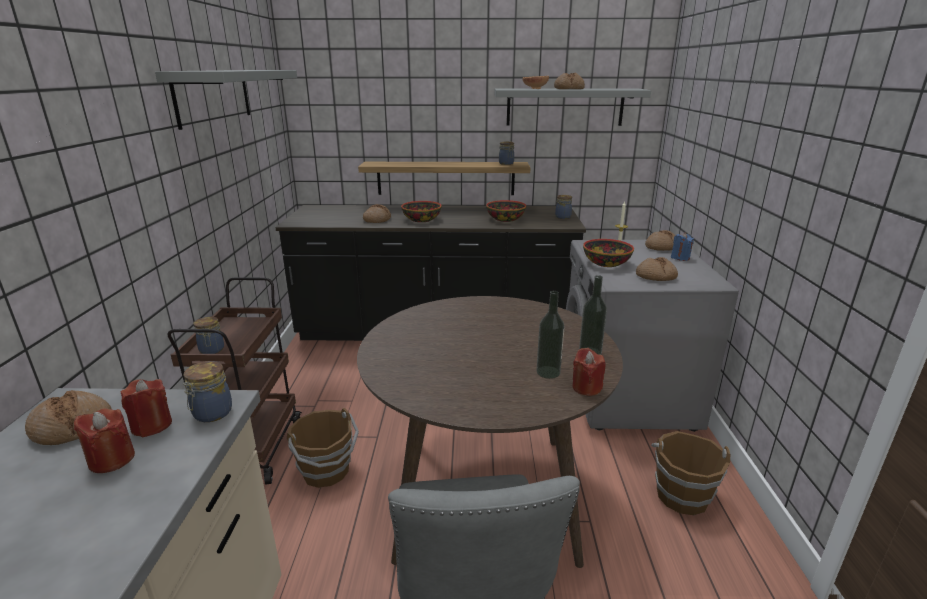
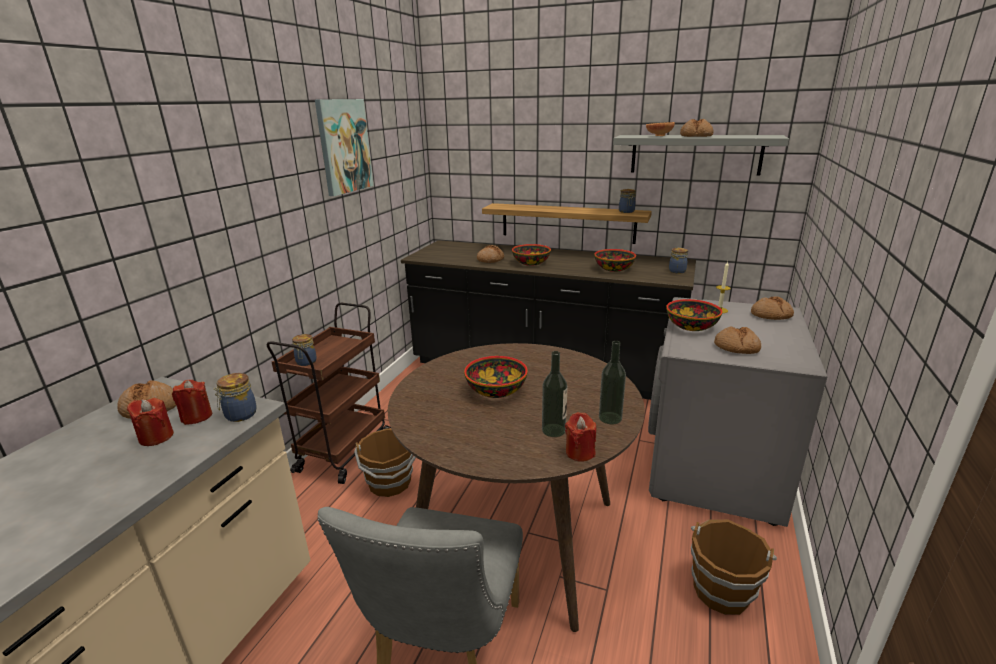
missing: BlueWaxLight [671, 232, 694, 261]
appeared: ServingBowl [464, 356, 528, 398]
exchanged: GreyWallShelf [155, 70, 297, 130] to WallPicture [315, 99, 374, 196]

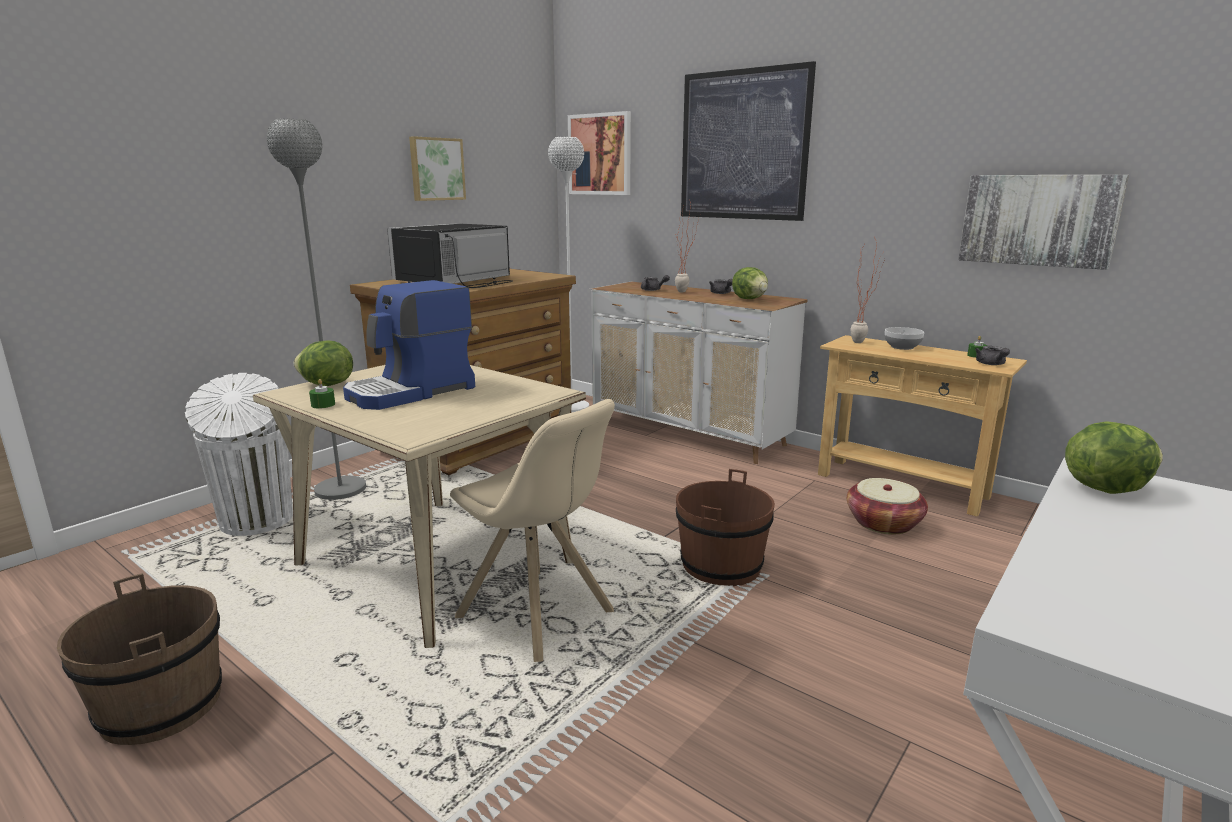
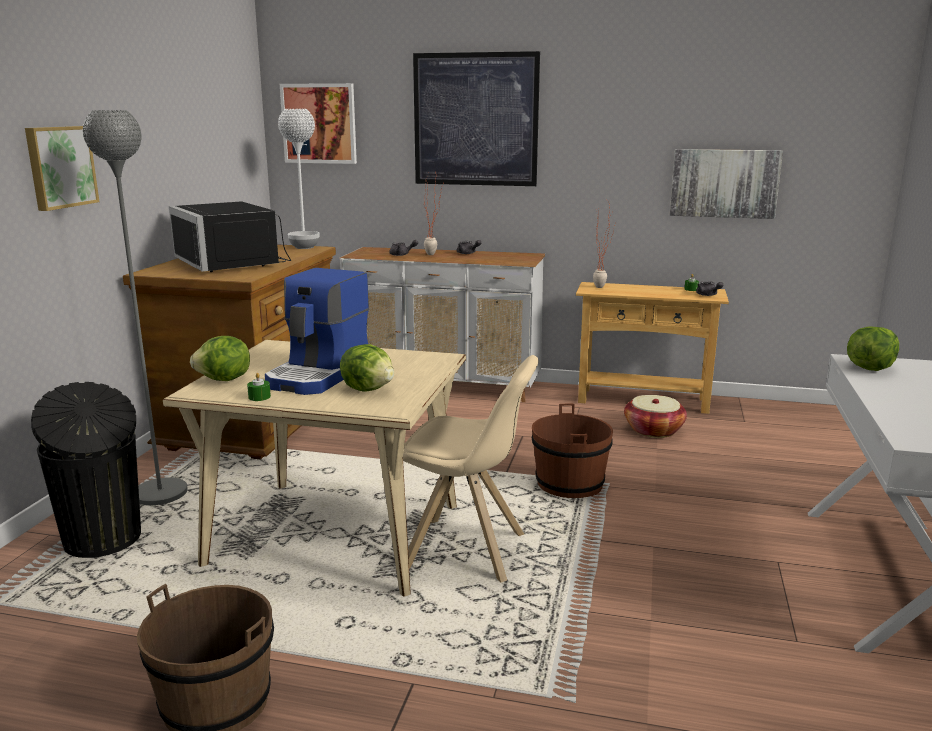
relocated: WallPicture [409, 136, 466, 201] to [25, 126, 99, 211]; ServingBowl [885, 327, 924, 350] to [288, 231, 320, 249]; HeadOfLettuce [732, 267, 768, 299] to [340, 344, 394, 392]
colour: WhitishRubbishBin [185, 373, 293, 536] to BlackRubbishBin [31, 382, 141, 558]
spun: BlackMicrowave [387, 223, 513, 288] = [169, 201, 291, 272] 45 degrees counterclockwise

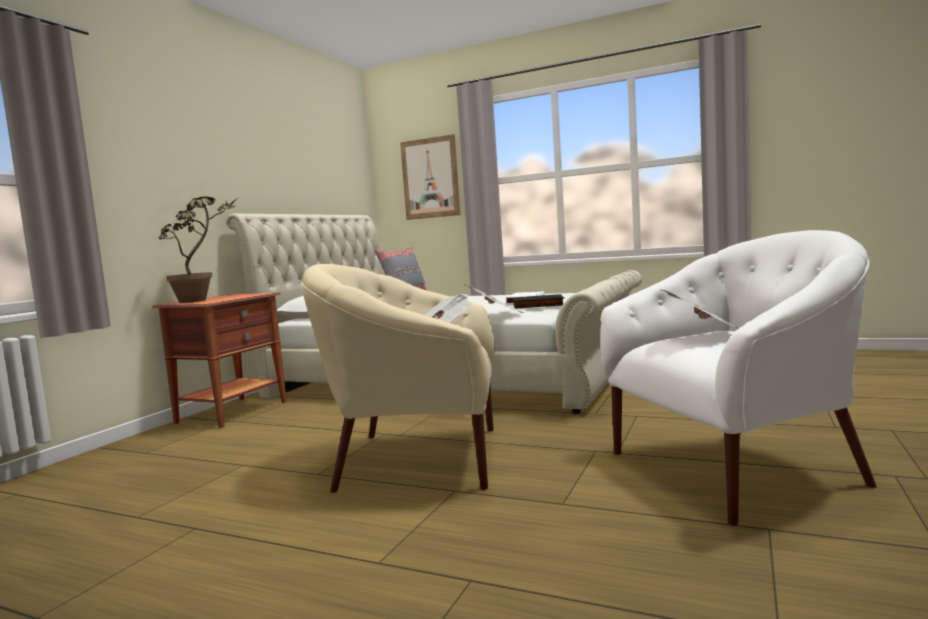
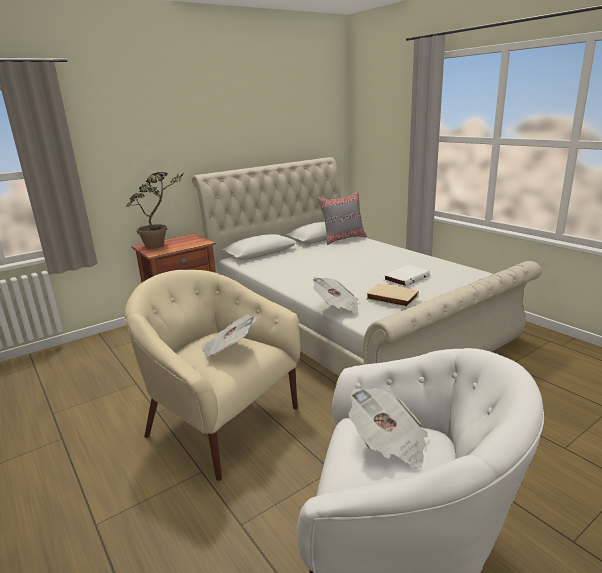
missing: WallPicture [400, 134, 461, 220]
colour: BlackBoundBook [513, 294, 564, 309] to BeigeColouredBoundBook [366, 283, 419, 307]

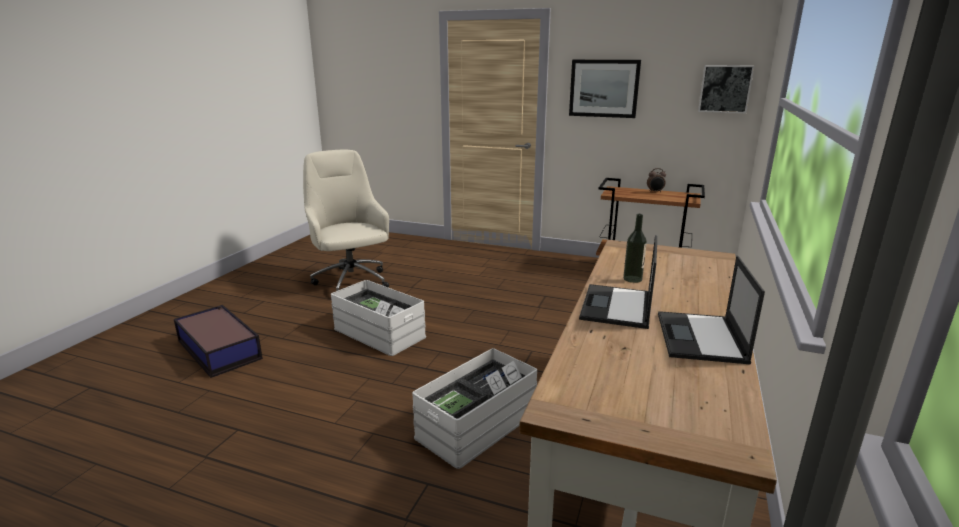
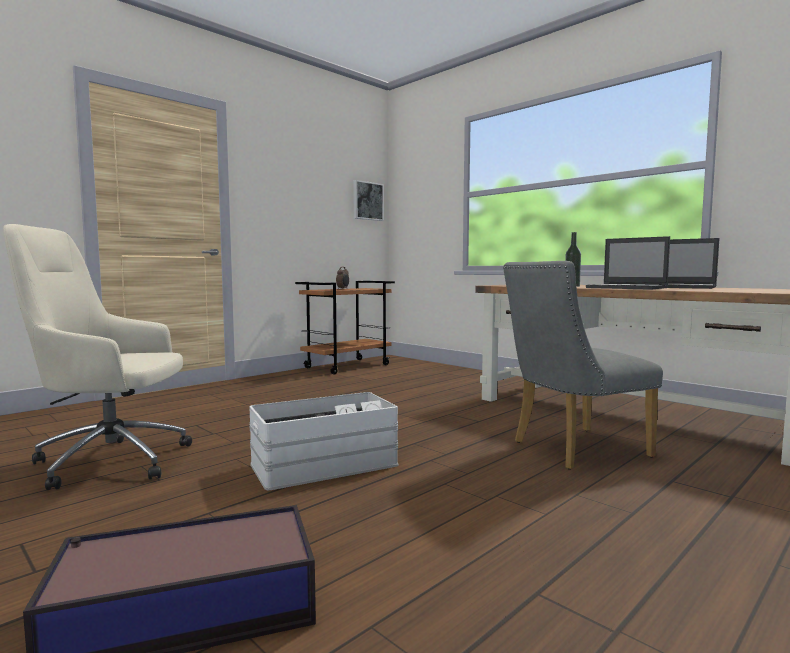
missing: WallPicture [569, 60, 641, 118]
exchanged: WhitishStorageBin [412, 348, 537, 469] to GreyUprightChair [503, 261, 663, 470]

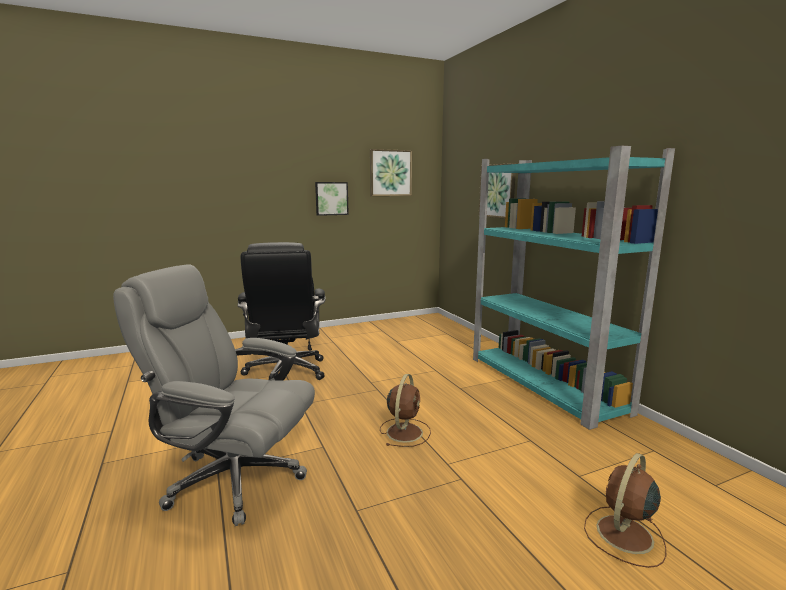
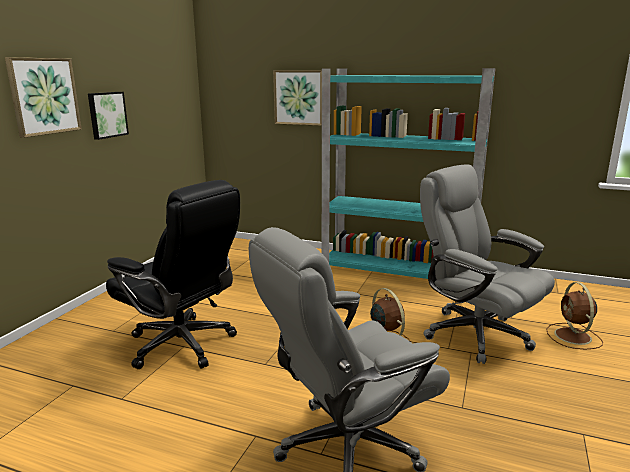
appeared: GreyComputerChair [420, 164, 555, 364]
relocated: WallPicture [370, 149, 412, 196] to [5, 57, 82, 138]

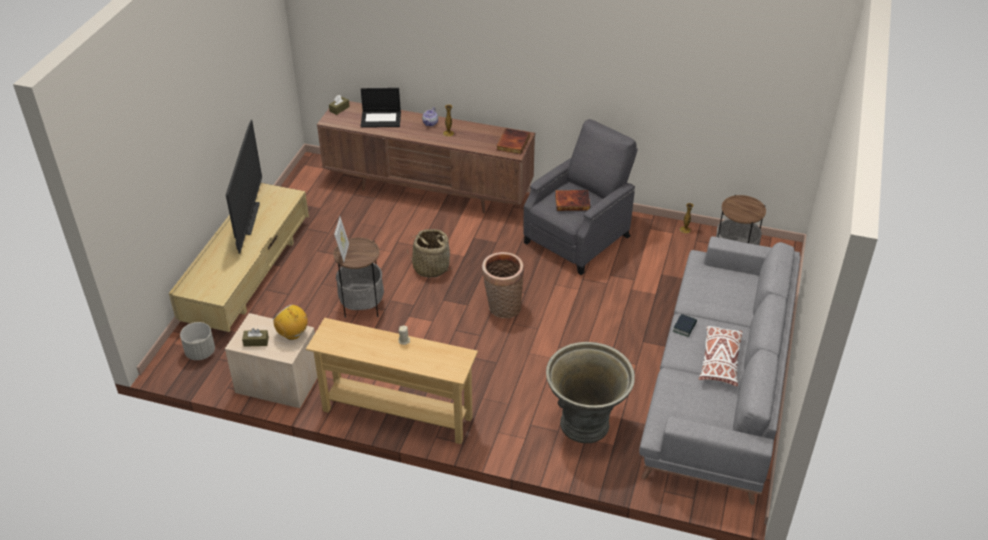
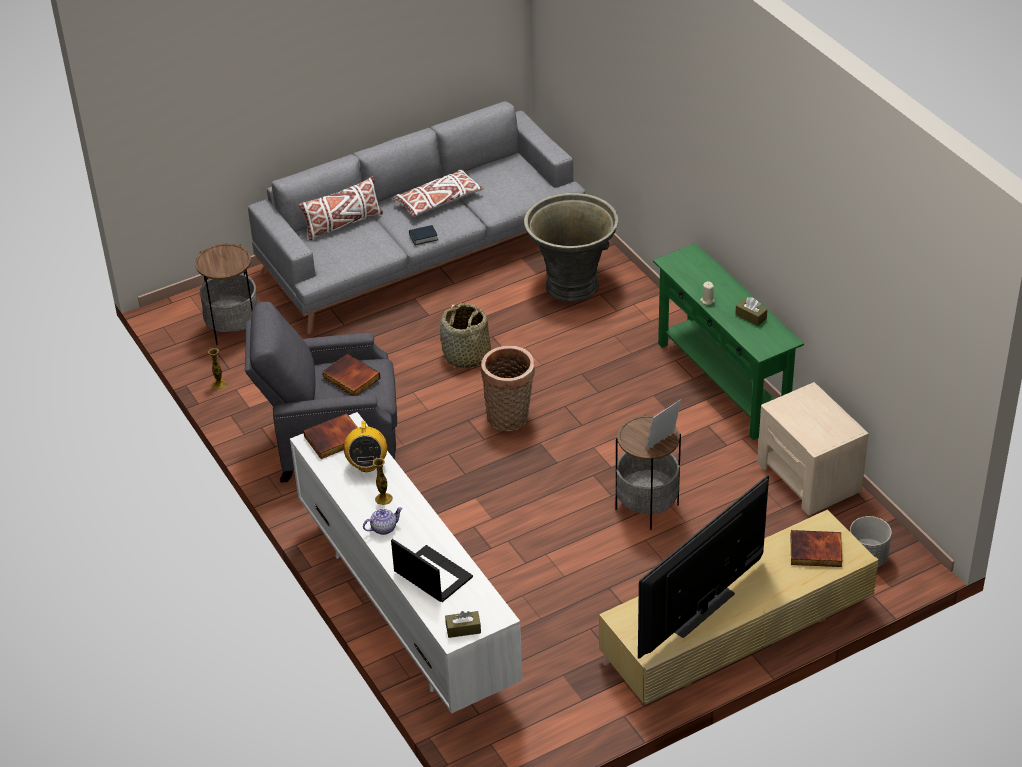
appeared: WhitishThrowPillow [298, 176, 383, 240]; BoundBook [790, 530, 842, 567]
relocated: RadioReceiver [273, 304, 308, 340] to [344, 421, 387, 472]; StorageBasket [407, 229, 450, 277] to [440, 303, 491, 368]; BrownColouredBoxOfTissues [242, 328, 269, 347] to [735, 297, 767, 326]
colour: BrownColouredCabinet [317, 101, 535, 213] to WhitishCabinet [290, 412, 523, 714]; BeigeColouredHallTable [306, 318, 478, 444] to GreenHallTable [653, 243, 804, 440]

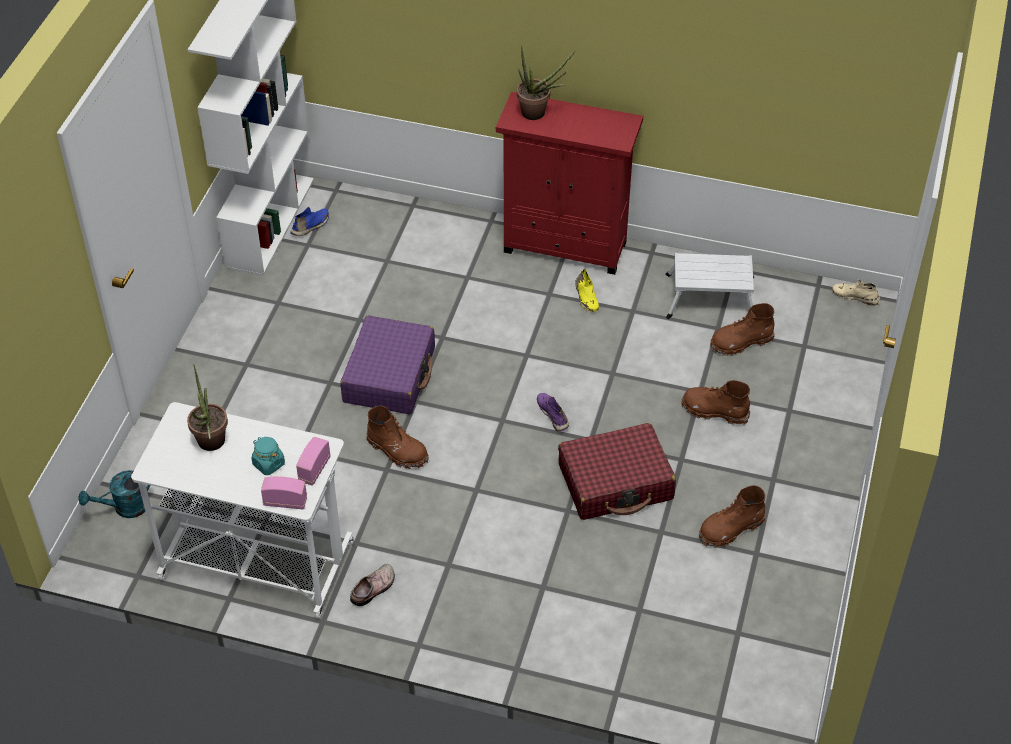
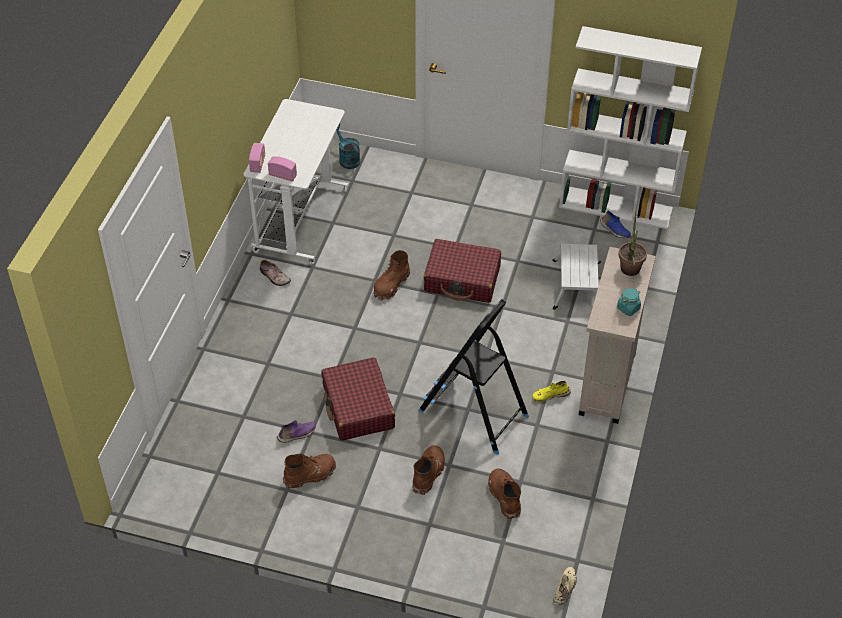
missing: PottedPlant [187, 364, 228, 451]
appeared: BlackStepLadder [418, 299, 529, 455]
relocated: PurpleColouredLowShoe [537, 393, 569, 432] to [277, 420, 315, 443]; WhitishStepLadder [666, 253, 754, 319] to [552, 243, 601, 310]; TurquoiseJar [252, 437, 285, 475] to [617, 288, 641, 316]
colour: PurpleColouredPieceOfLuggage [340, 316, 435, 414] to RedPieceOfLuggage [423, 239, 501, 303]; RedCabinet [496, 92, 643, 275] to BeigeColouredCabinet [578, 247, 656, 424]
spun: BrownColouredBoot [699, 485, 766, 548] = [283, 453, 336, 489] 90 degrees clockwise

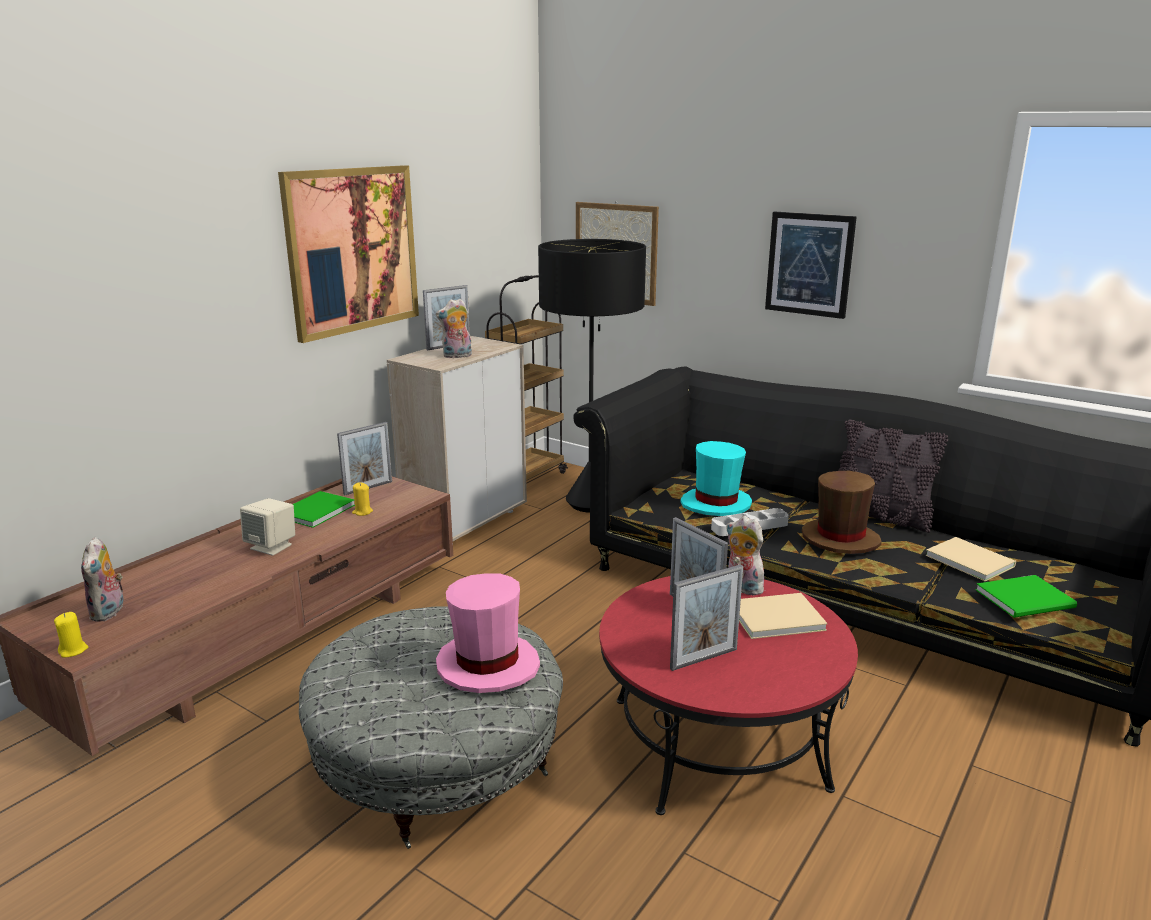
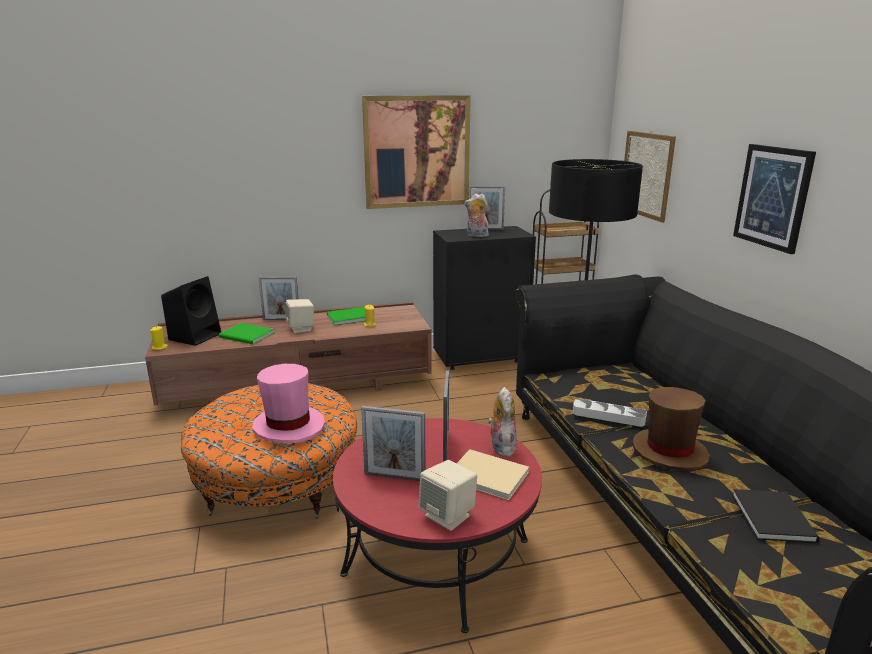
missing: TurquoiseWearableHat [680, 441, 752, 516]; BlackThrowPillow [839, 419, 948, 533]
appeared: BeigeColouredLoudspeaker [419, 460, 477, 531]
relocated: GreenBoundBook [976, 575, 1077, 618] to [219, 323, 274, 344]; PhotoFrame [337, 422, 392, 495] to [259, 277, 299, 320]
exchanged: CuddlyToy [81, 537, 124, 622] to BlackLoudspeaker [161, 276, 221, 346]
colour: GreyPouffe [299, 606, 563, 849] to OrangeyPouffe [181, 383, 357, 519]; BeigeColouredCabinet [387, 336, 527, 541] to BlackCabinet [433, 226, 536, 370]; BeigeColouredBoundBook [925, 537, 1016, 581] to BlackBoundBook [732, 489, 820, 543]

